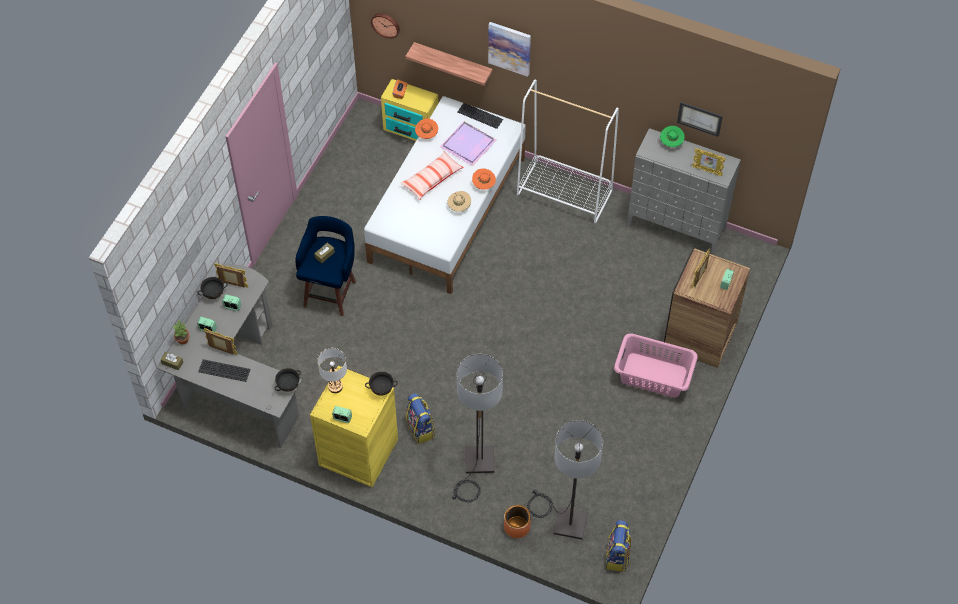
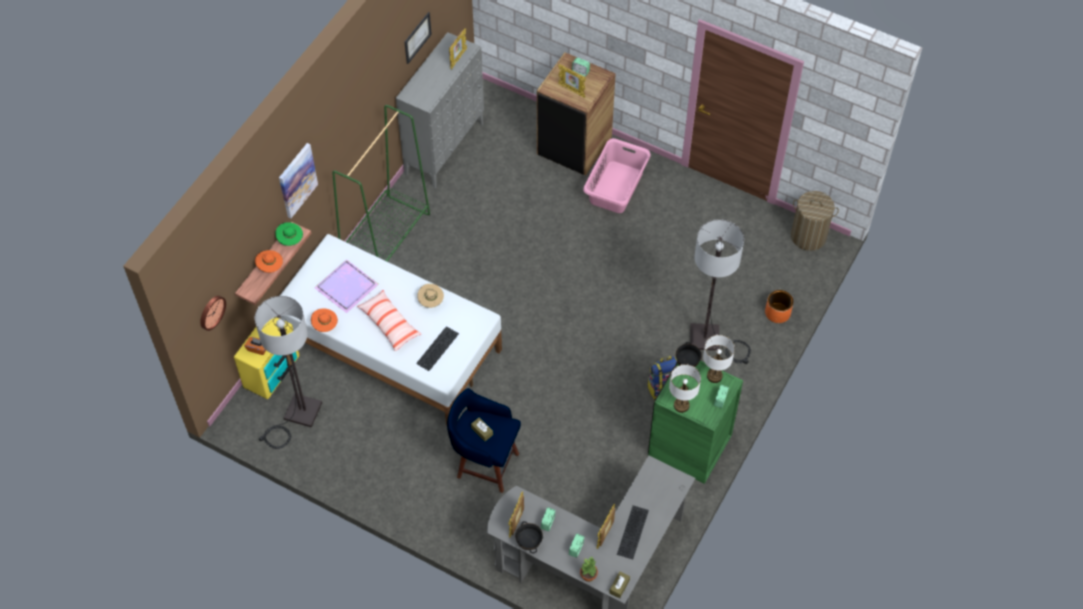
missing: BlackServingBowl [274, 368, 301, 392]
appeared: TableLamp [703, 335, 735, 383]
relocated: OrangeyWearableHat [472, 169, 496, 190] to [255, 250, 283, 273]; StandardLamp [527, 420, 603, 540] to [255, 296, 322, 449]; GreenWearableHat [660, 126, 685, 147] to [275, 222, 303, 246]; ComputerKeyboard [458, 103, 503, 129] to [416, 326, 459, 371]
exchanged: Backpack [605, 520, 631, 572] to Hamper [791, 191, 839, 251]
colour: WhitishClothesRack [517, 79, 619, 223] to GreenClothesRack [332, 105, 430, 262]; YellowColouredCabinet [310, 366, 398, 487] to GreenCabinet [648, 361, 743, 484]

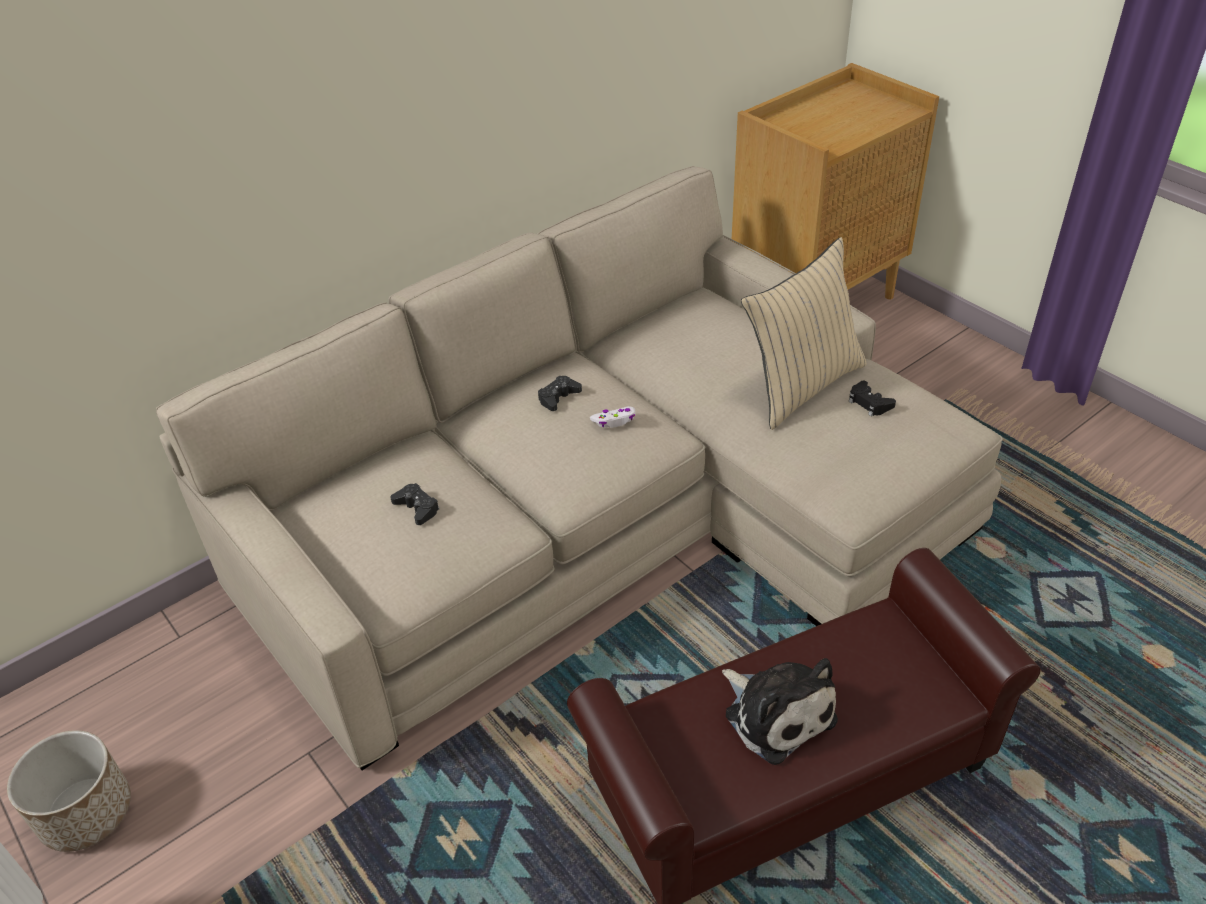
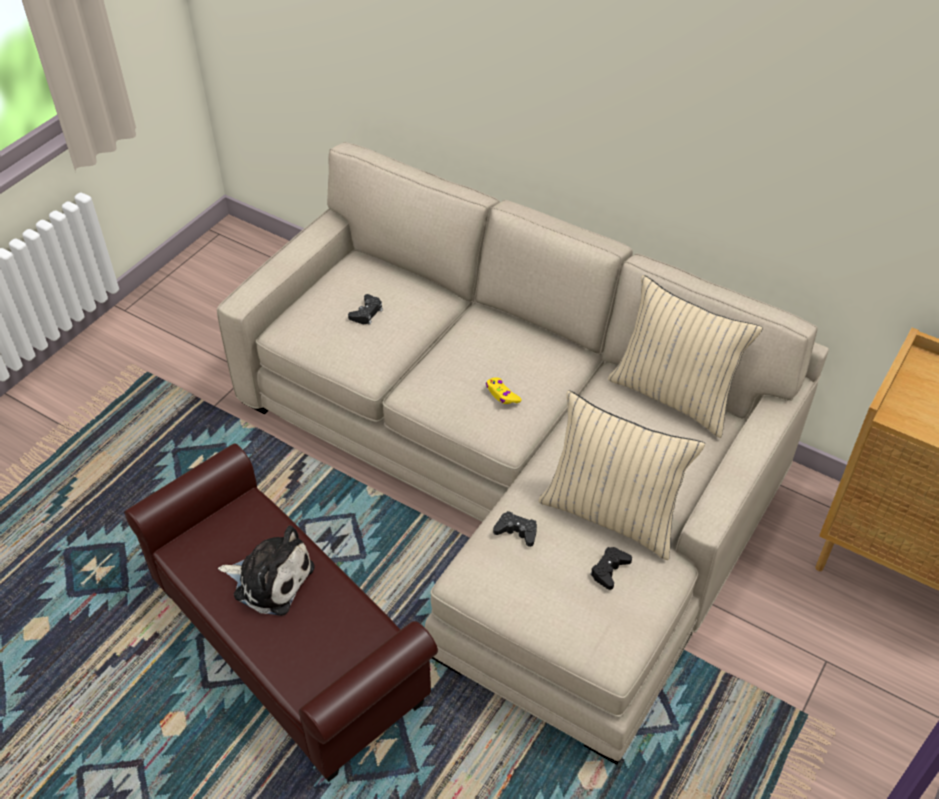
missing: PlantPot [7, 730, 131, 852]
appeared: BeigeColouredThrowPillow [608, 275, 763, 438]
relocated: BlackJoypad [538, 376, 582, 411] to [493, 511, 537, 547]
colour: WhitishJoypad [590, 406, 636, 428] to YellowColouredJoypad [486, 377, 521, 404]
spun: CuddlyToy [722, 658, 838, 765] = [218, 525, 314, 616] 105 degrees counterclockwise

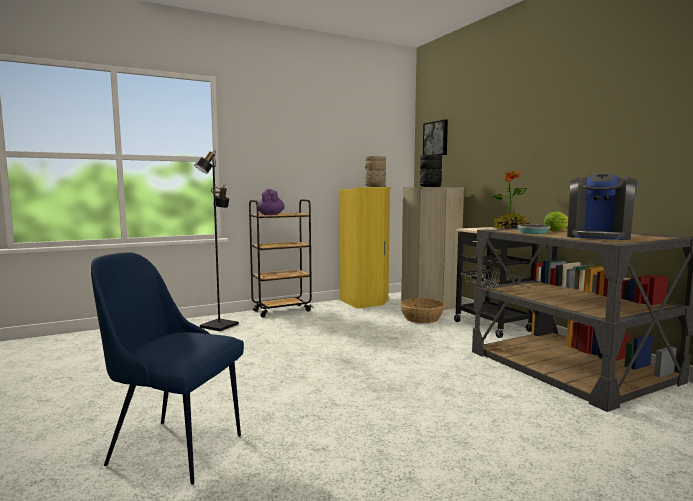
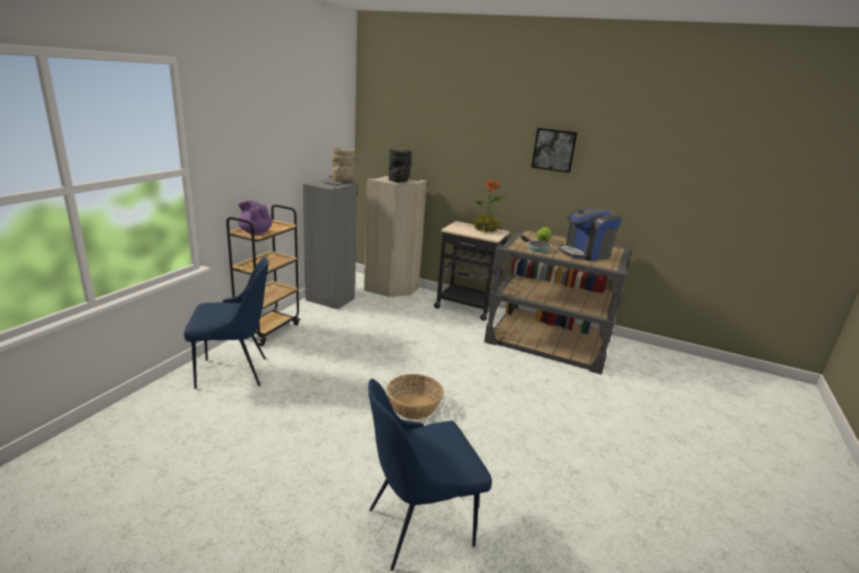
relocated: StorageBasket [400, 298, 445, 323] to [387, 374, 444, 420]; WallPicture [423, 119, 448, 155] to [532, 128, 578, 173]
exchanged: BlackStandardLamp [194, 150, 239, 331] to BlueUprightChair [184, 257, 268, 389]
colour: YellowColouredCabinet [340, 187, 391, 309] to GreyCabinet [303, 175, 358, 309]
spun: CoffeeMaker [567, 173, 638, 240] = [558, 208, 622, 261] 75 degrees clockwise

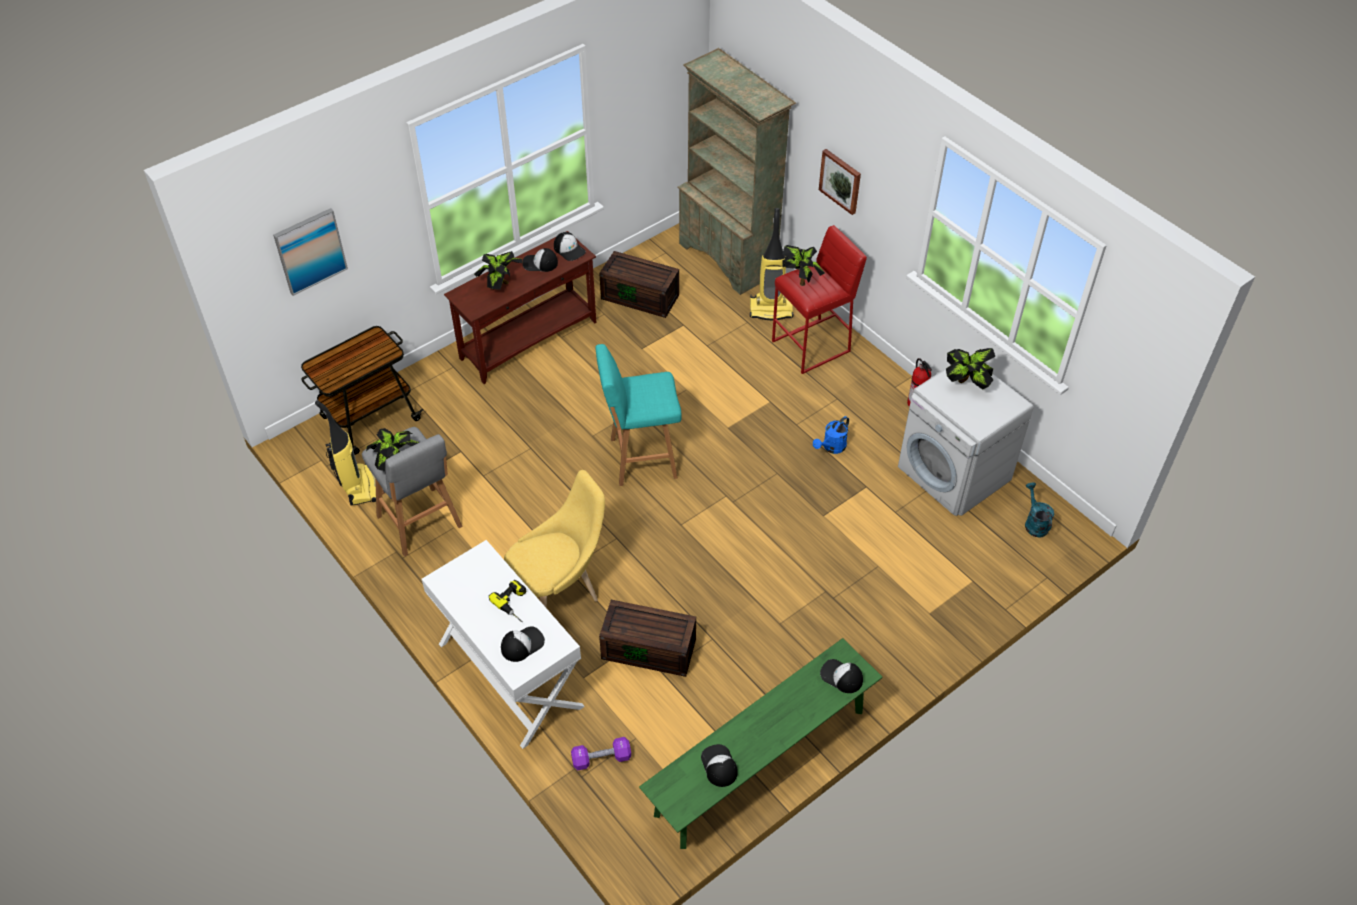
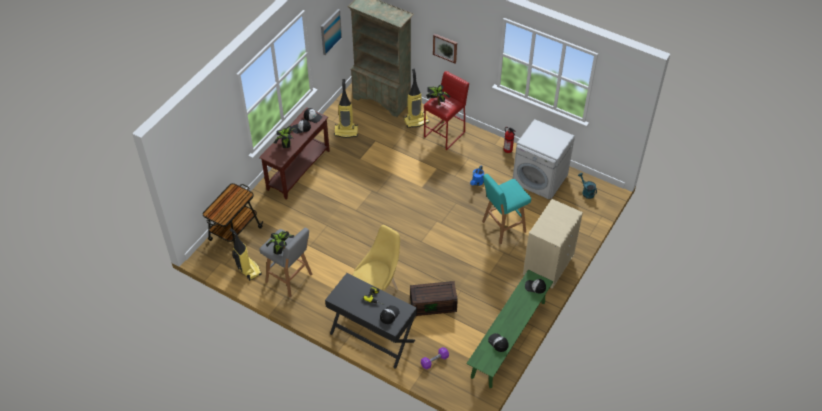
missing: PottedPlant [946, 348, 995, 390]
appeared: BeigeColouredCabinet [523, 199, 583, 289]
relocated: WallPicture [273, 208, 348, 296] to [321, 9, 342, 55]; TurquoiseSittingStool [596, 344, 682, 486] to [482, 174, 531, 244]
exchanged: BrownColouredStorageBin [599, 251, 679, 318] to Hoover [334, 79, 358, 138]
colour: WhitishDesk [422, 540, 585, 749] to BlackDesk [325, 273, 417, 369]

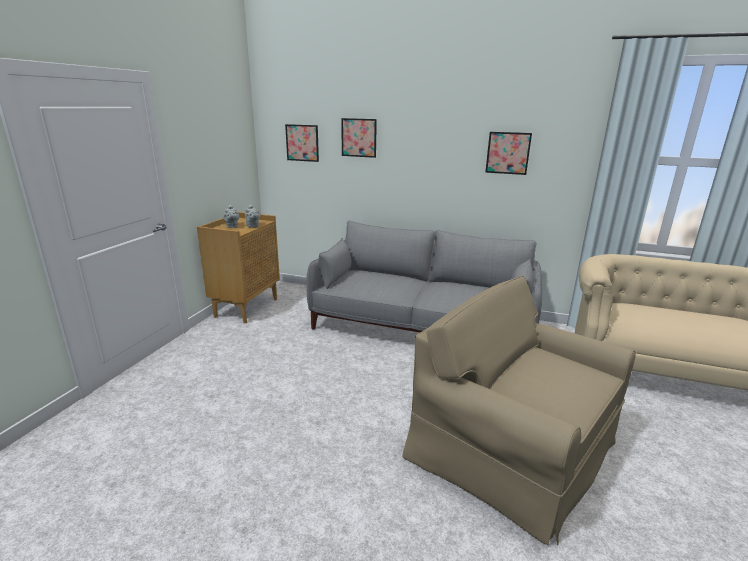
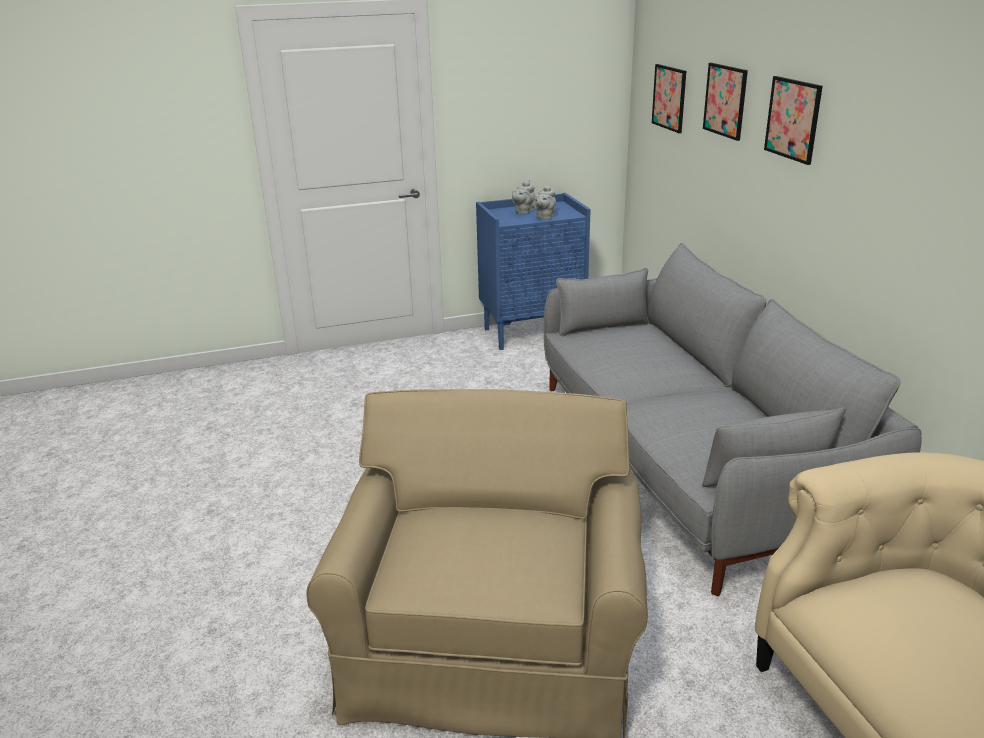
relocated: WallPicture [485, 132, 532, 175] to [764, 76, 823, 165]
colour: BrownColouredCabinet [197, 212, 280, 323] to BlueCabinet [476, 193, 591, 350]

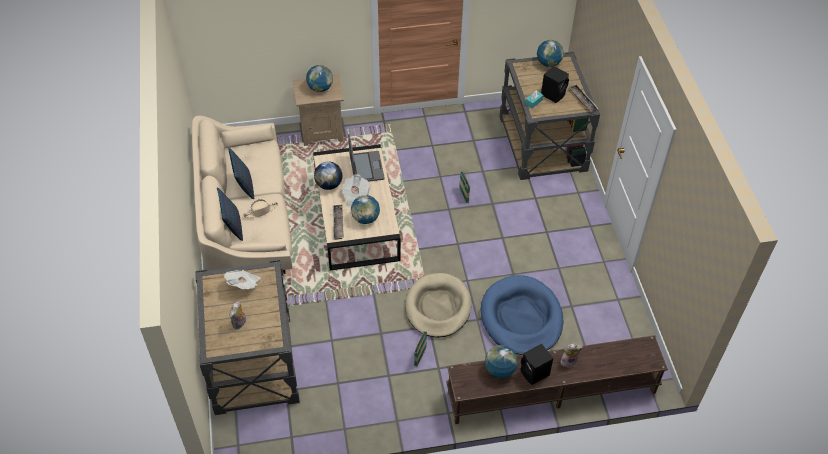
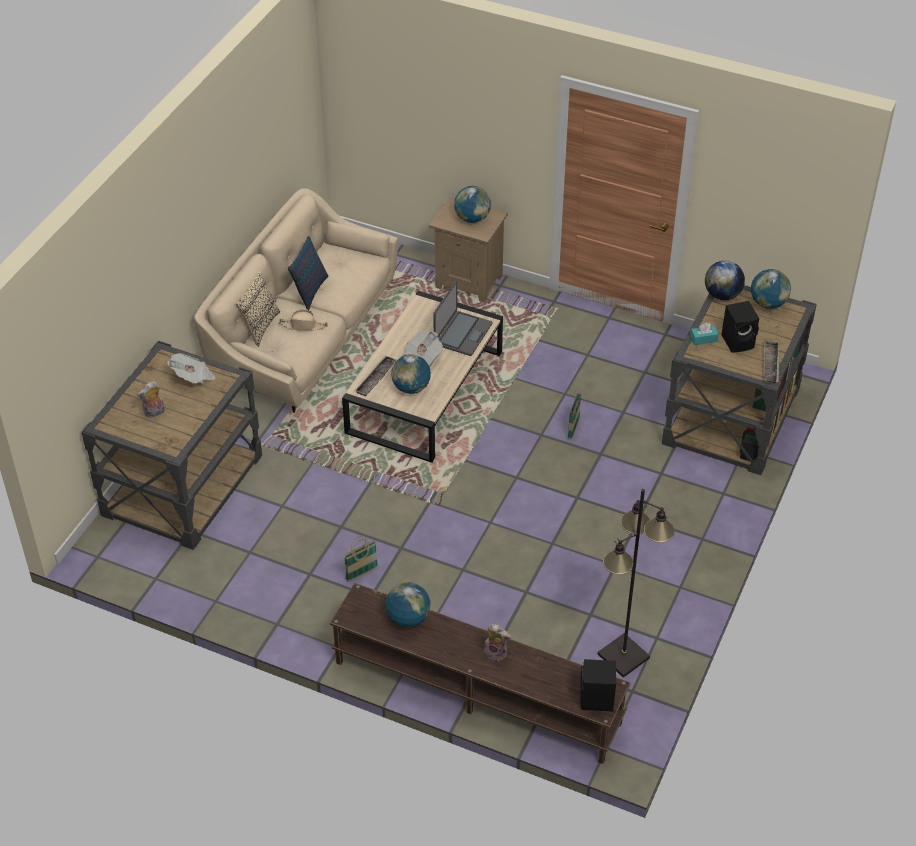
missing: BeigeColouredDogCushion [405, 273, 472, 338]; BlueDogCushion [481, 275, 563, 355]
appeared: BlackStandardLamp [598, 489, 675, 678]
relocated: BlackLoudspeaker [521, 344, 553, 385] to [580, 659, 616, 711]; DeskGlobe [314, 161, 343, 190] to [705, 261, 745, 300]
colour: BlueThrowPillow [217, 187, 243, 241] to BeigeColouredThrowPillow [236, 271, 280, 347]

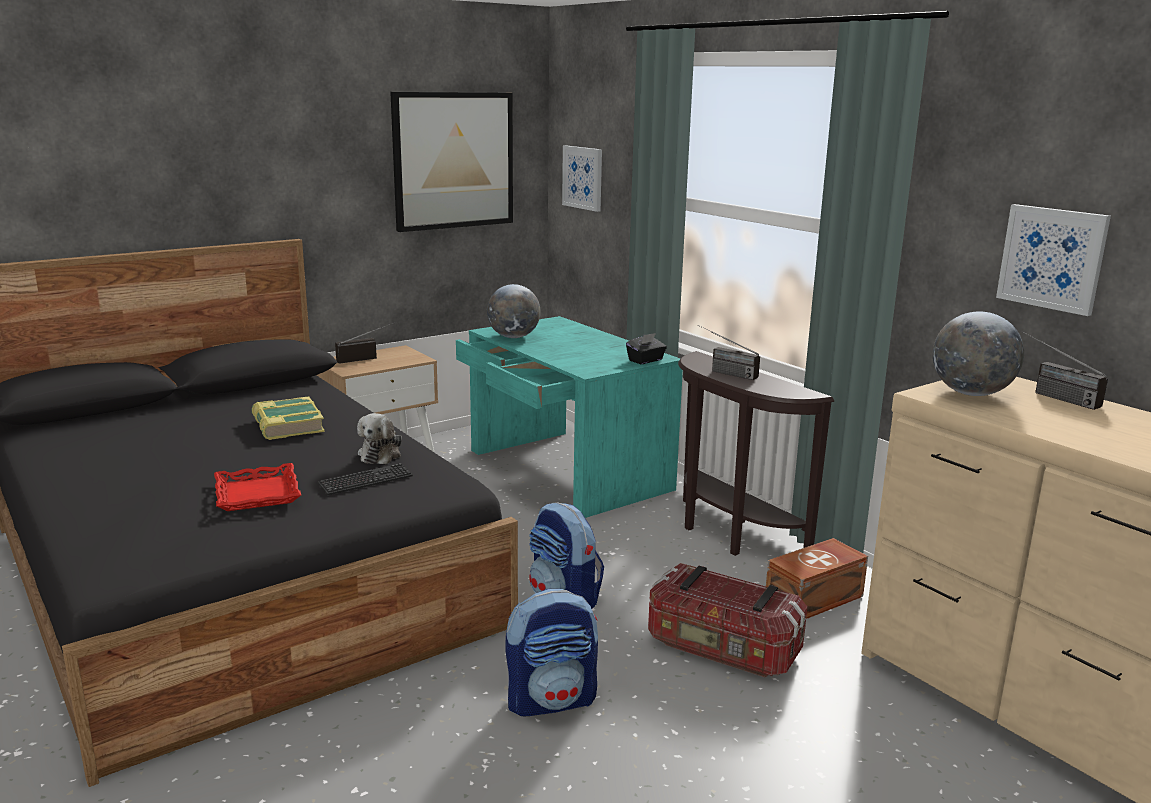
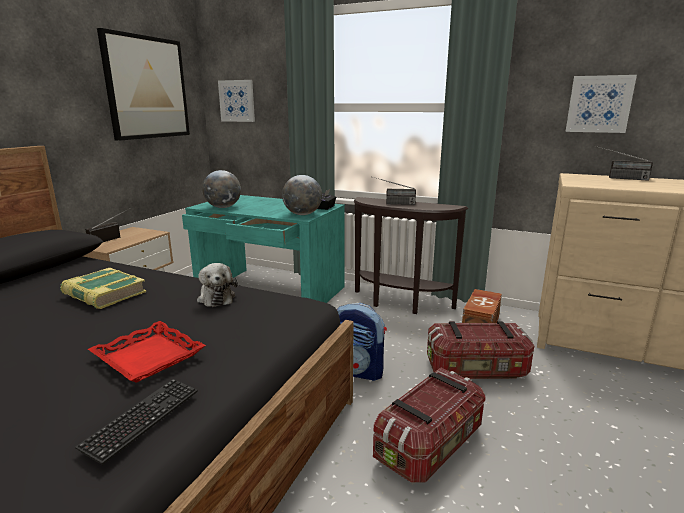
relocated: ComputerKeyboard [318, 463, 413, 495] to [75, 379, 198, 465]; DeskGlobe [933, 312, 1024, 396] to [282, 175, 322, 215]
exchanged: Backpack [506, 589, 598, 717] to StorageBin [373, 368, 486, 483]

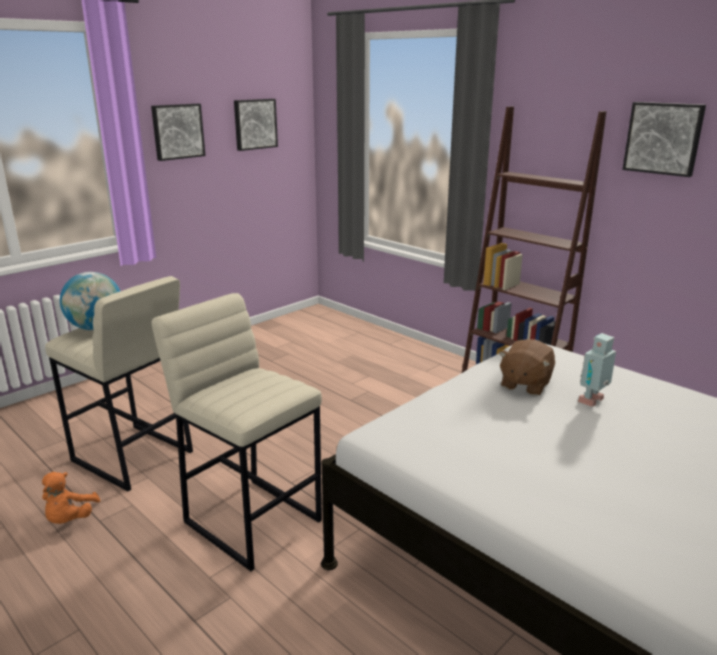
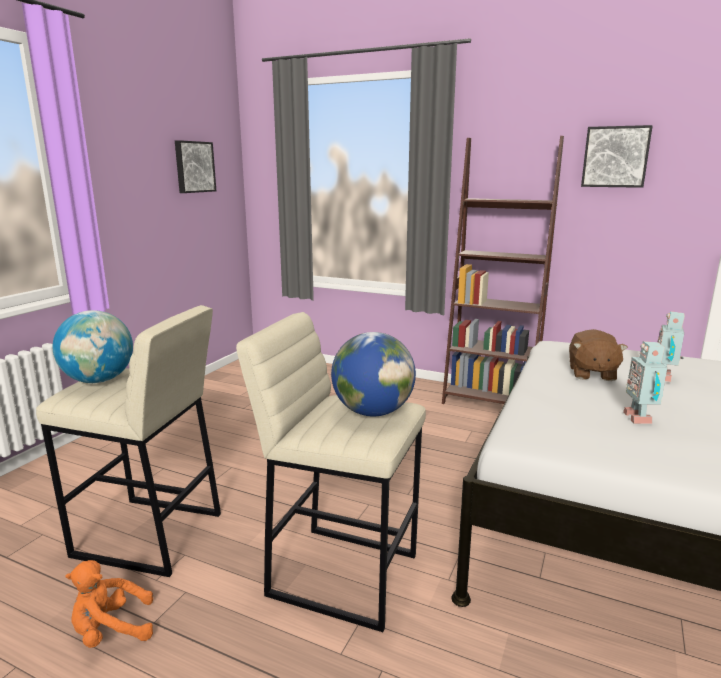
missing: WallPicture [151, 104, 205, 161]
appeared: DeskGlobe [331, 332, 416, 416]; RobotFigure [623, 341, 667, 424]
spun: OrangeyCuddlyToy [42, 472, 100, 524] = [65, 560, 153, 648] 90 degrees clockwise

